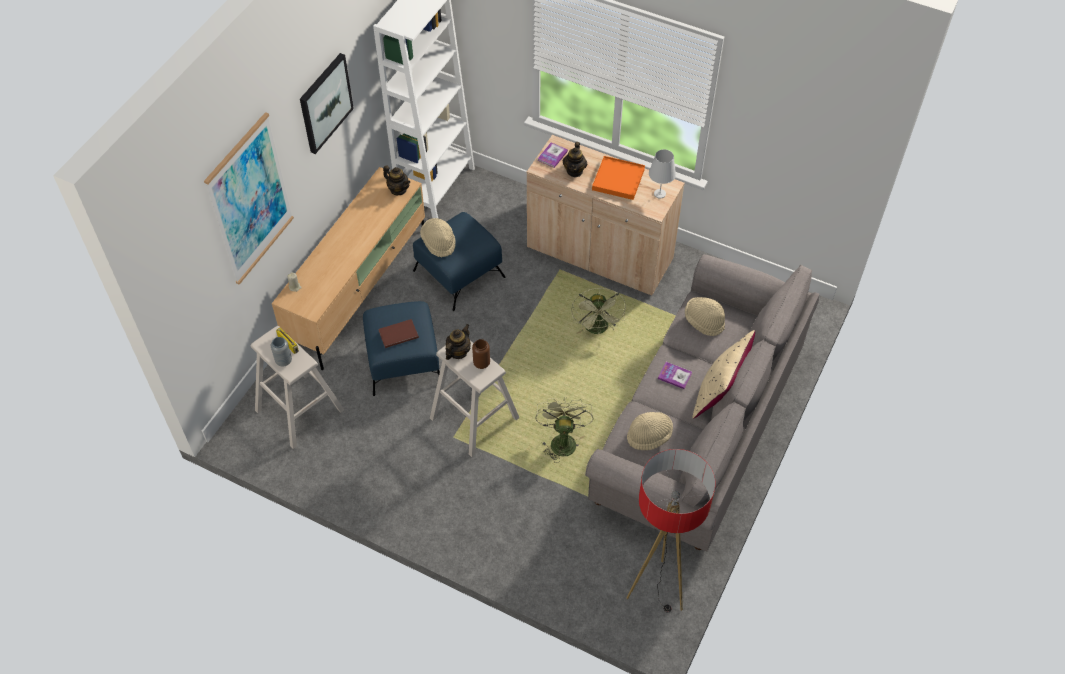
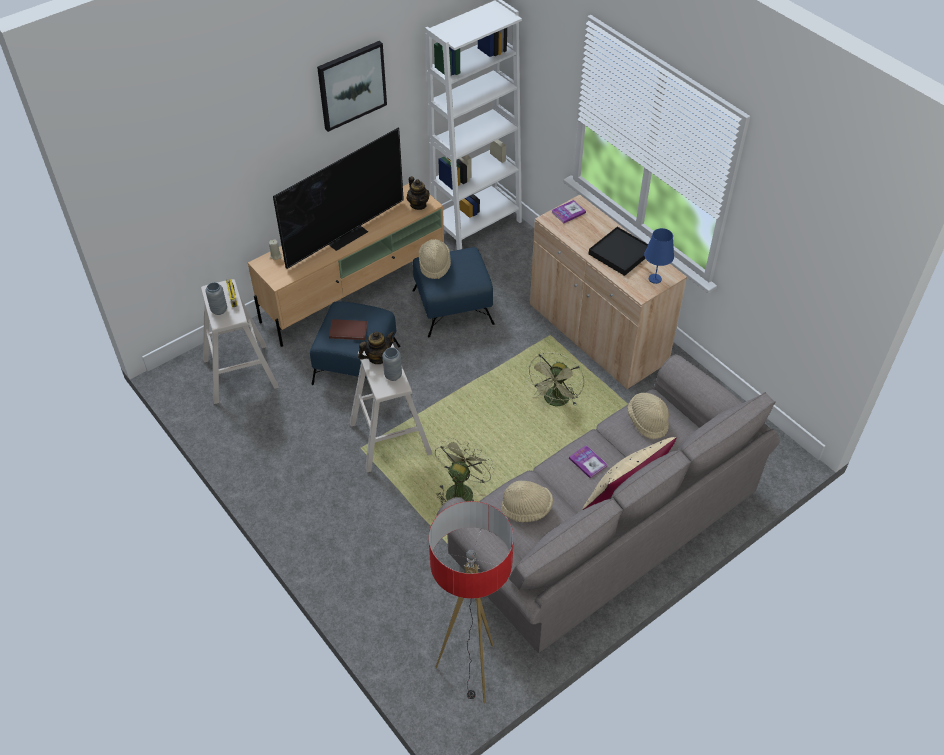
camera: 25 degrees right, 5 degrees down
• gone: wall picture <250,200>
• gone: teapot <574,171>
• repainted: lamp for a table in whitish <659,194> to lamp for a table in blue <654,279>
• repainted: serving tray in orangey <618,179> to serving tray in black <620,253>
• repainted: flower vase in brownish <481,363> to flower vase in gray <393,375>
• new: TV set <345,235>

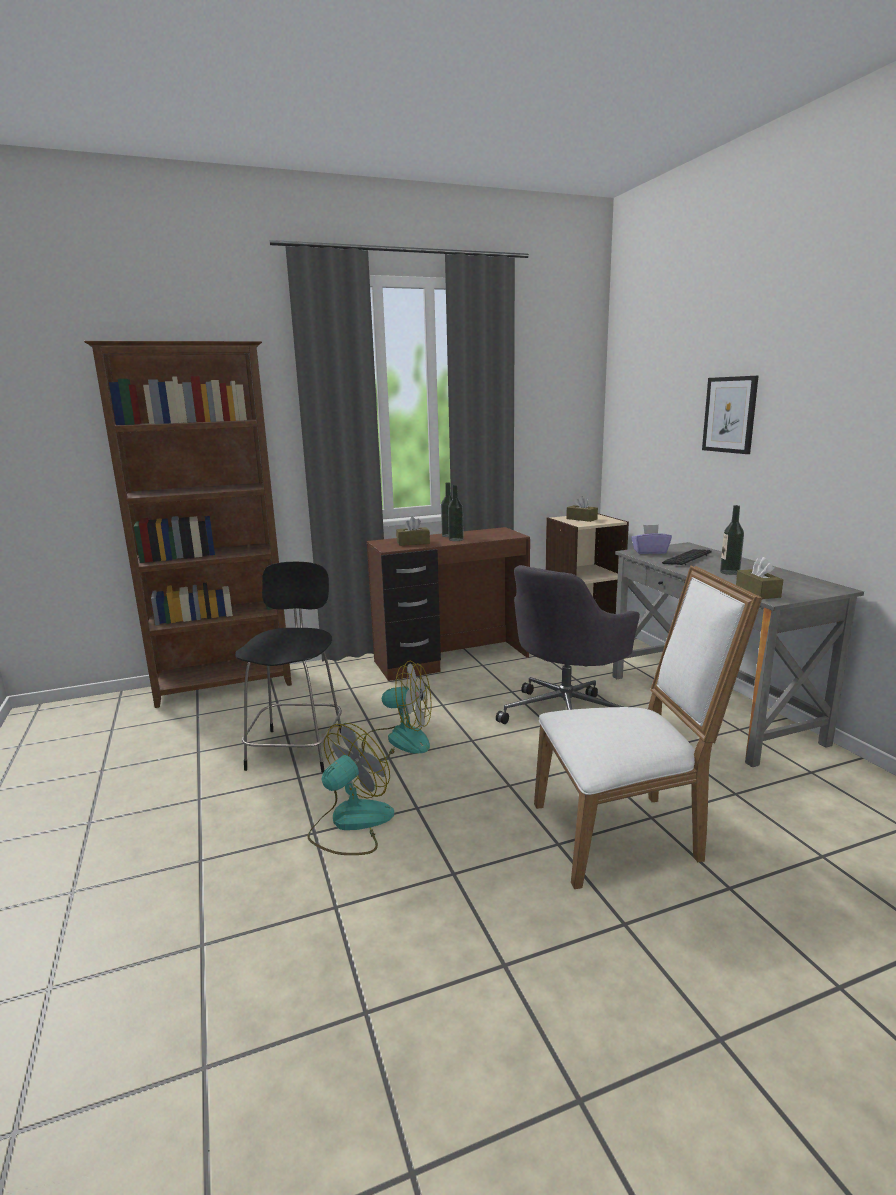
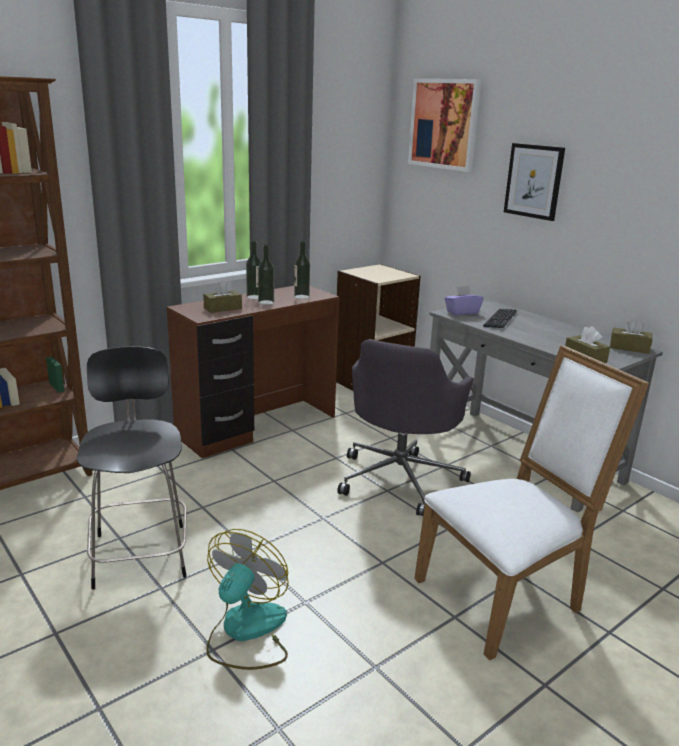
camera: 20 degrees left, 5 degrees up
• shifted: tissue holder in brownish <581,519> to <629,348>
• shifted: drink bottle <729,572> to <301,297>
• gone: cooling fan <398,740>
• new: wall picture <444,124>

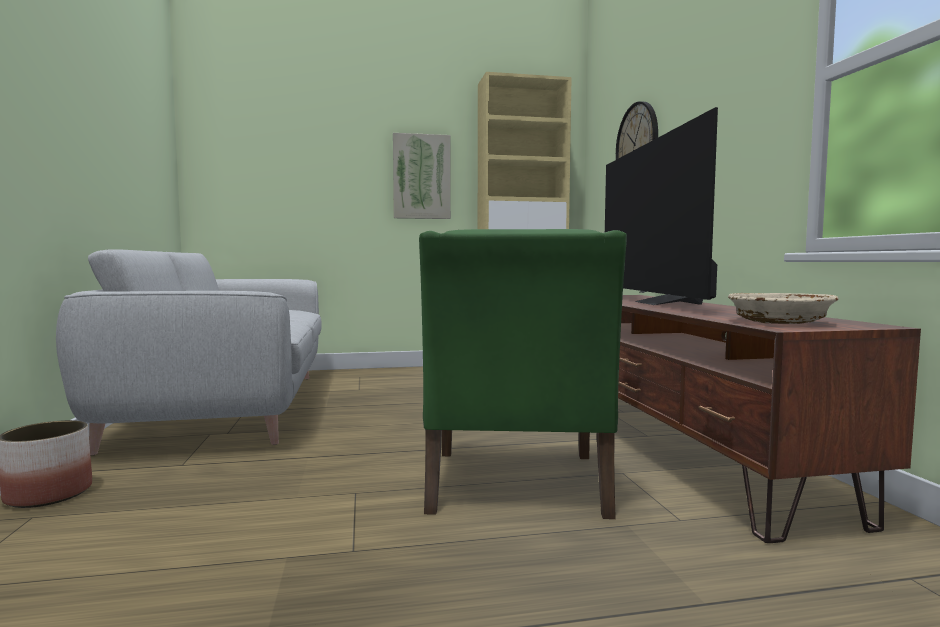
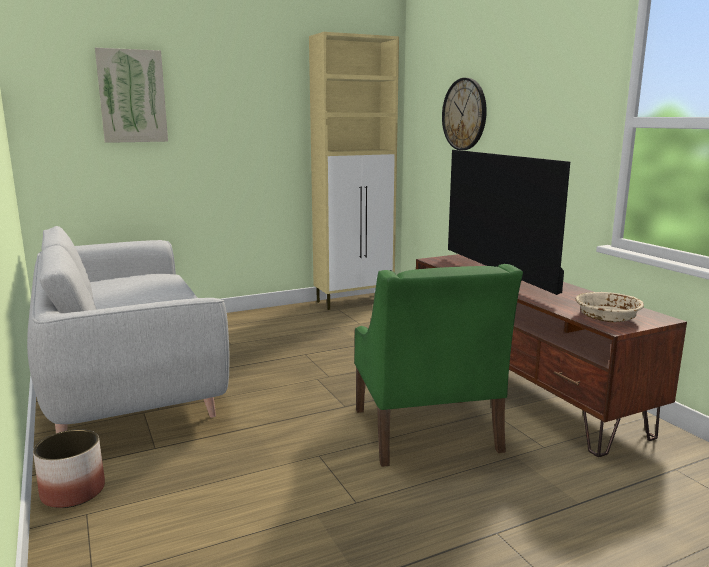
camera: 15 degrees left, 10 degrees up
• shifted: wall picture <421,177> to <132,96>

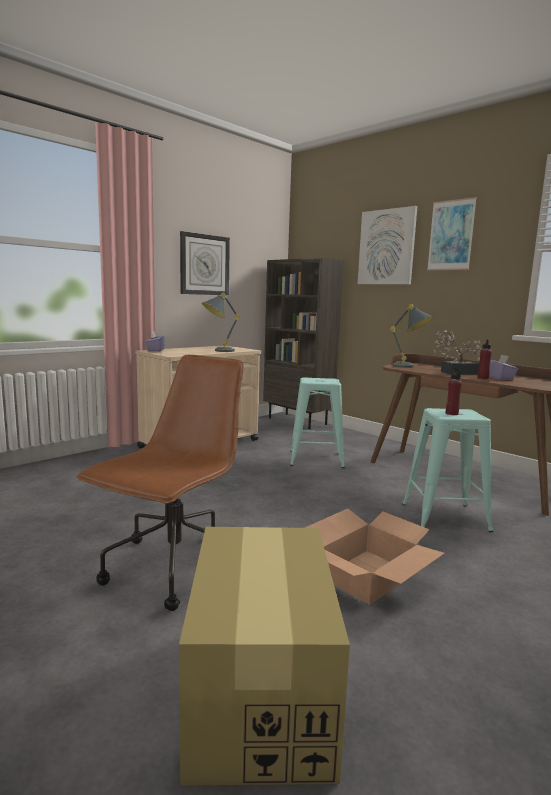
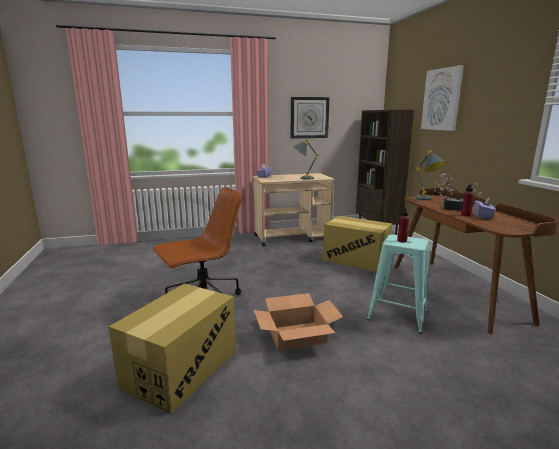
camera: 30 degrees right, 5 degrees up
• gone: wall picture <451,235>
• swapped: sitting stool in blue-green <316,459> to carton <355,259>

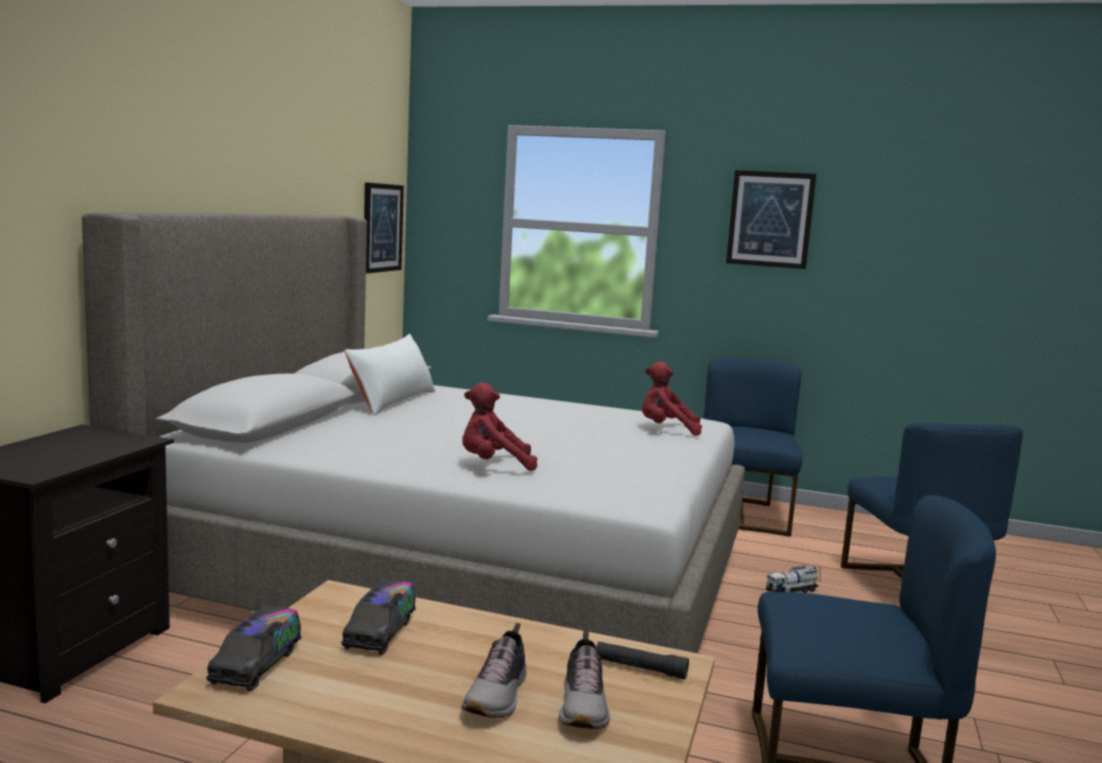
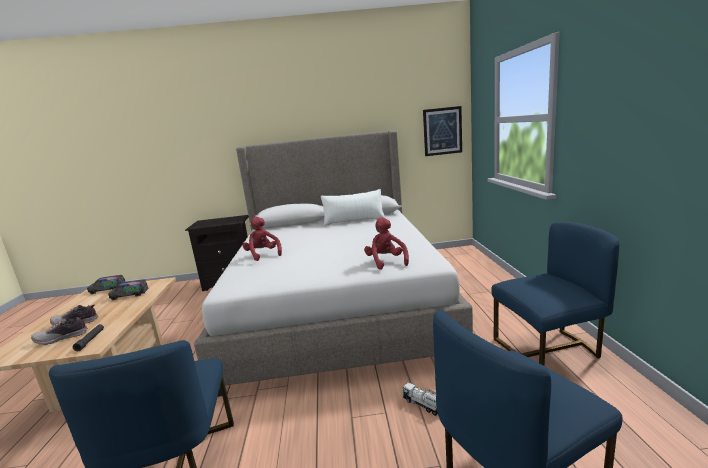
camera: 70 degrees right, 5 degrees up
• gone: wall picture <770,219>

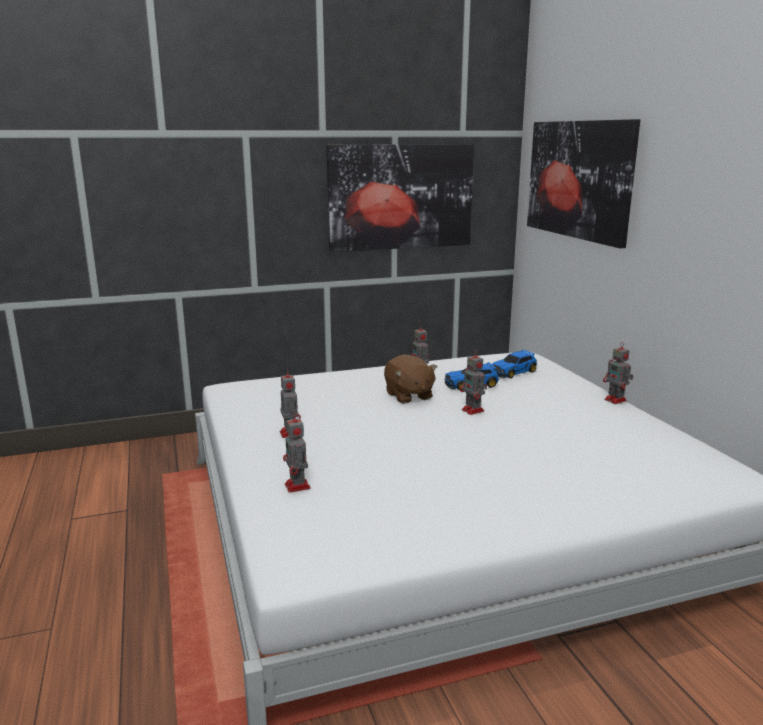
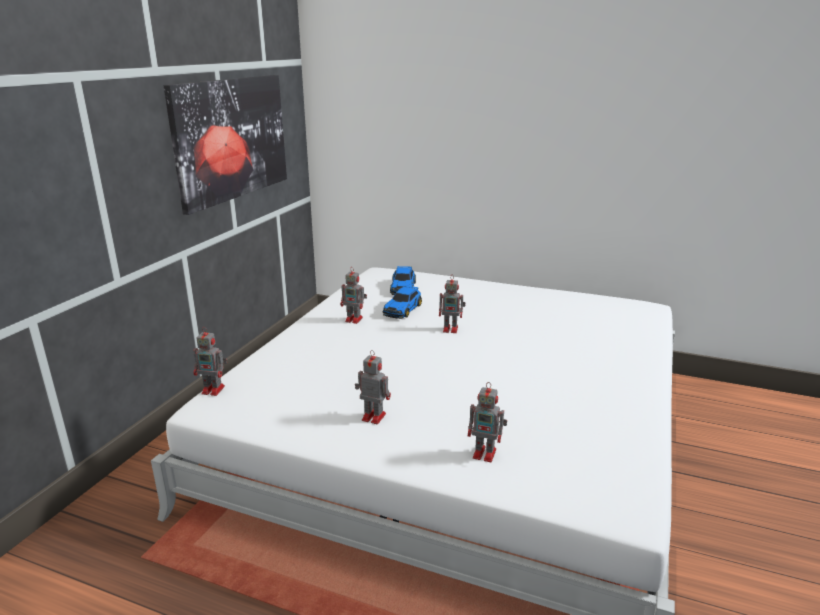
camera: 50 degrees left, 5 degrees up
• gone: wall picture <579,179>
• shifted: model robot <616,400> to <214,390>
• gone: plush toy in brownish <408,396>

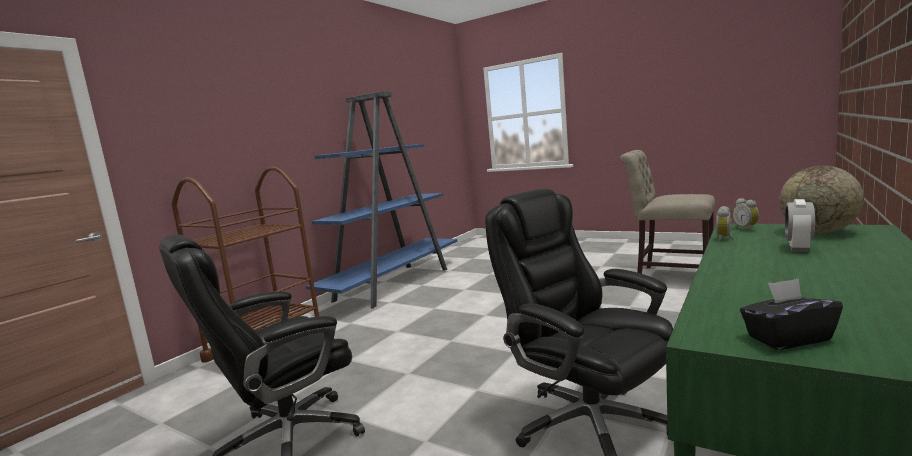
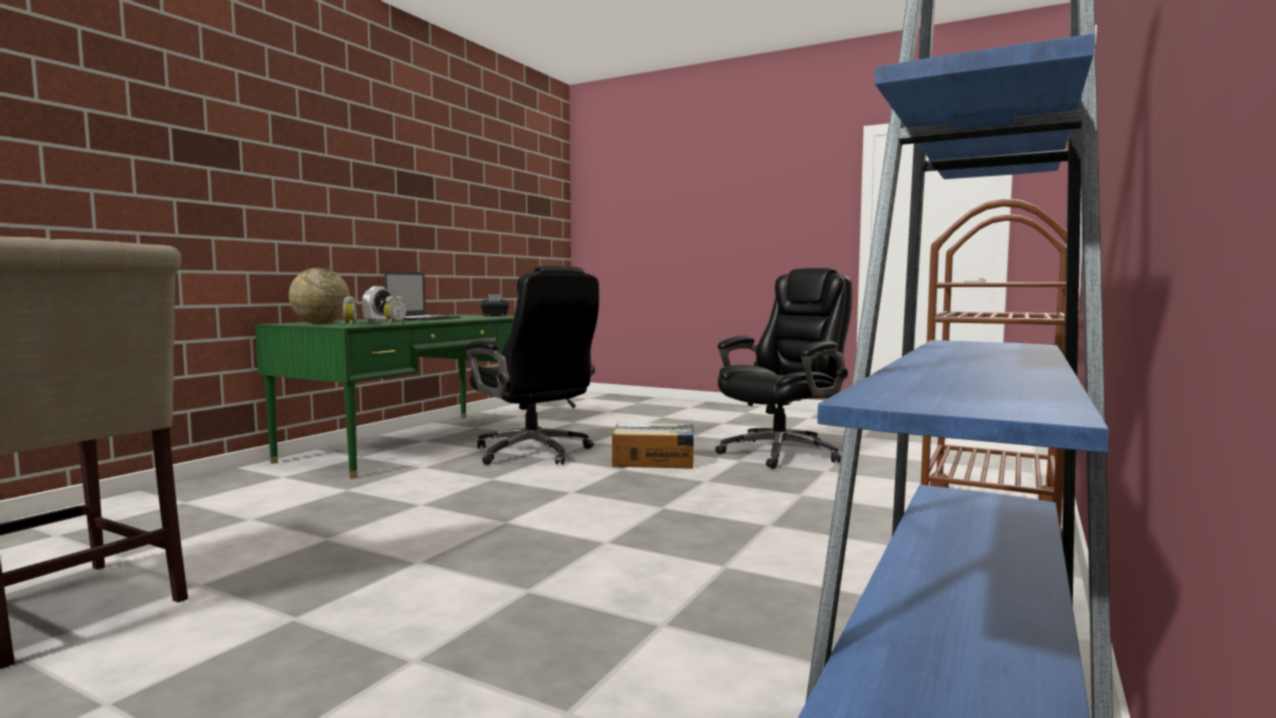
camera: 175 degrees right, 5 degrees down
• new: notebook computer <424,318>
• new: carton <654,461>

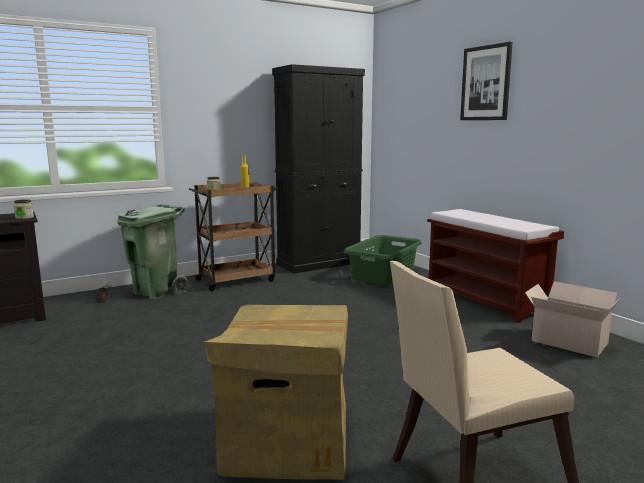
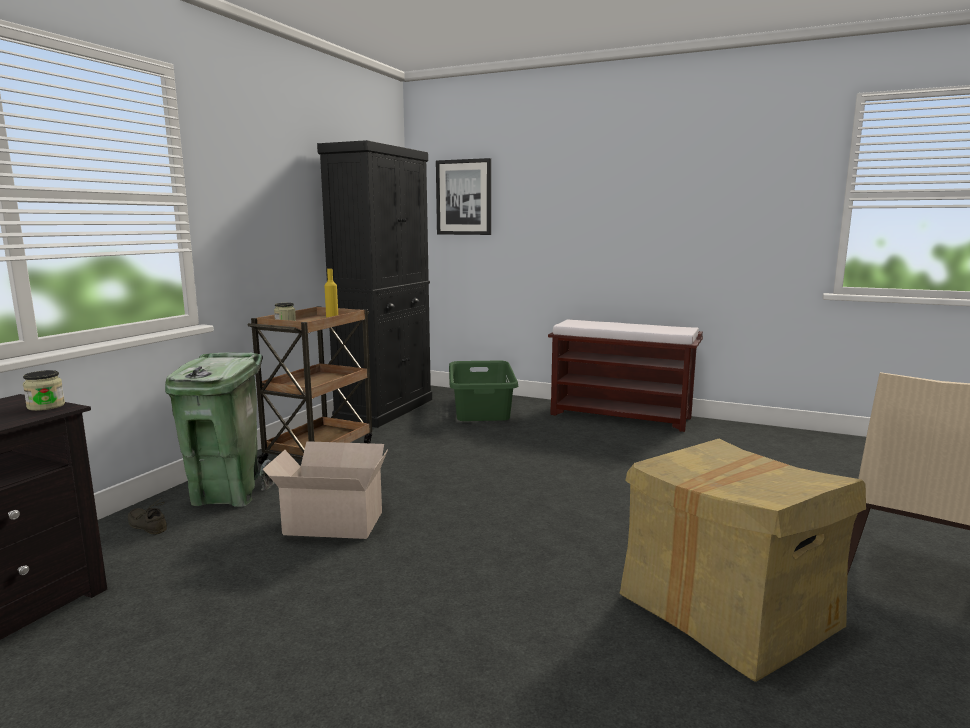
camera: 35 degrees left, 0 degrees up
• shifted: wall picture <486,83> to <464,197>
• shifted: carton <567,341> to <331,523>

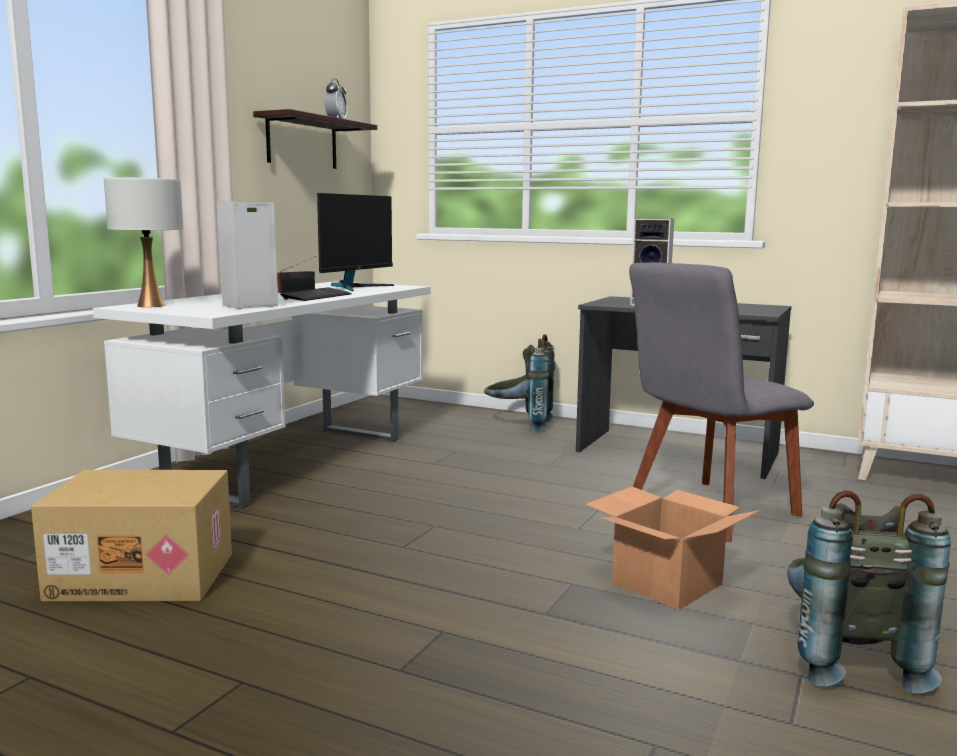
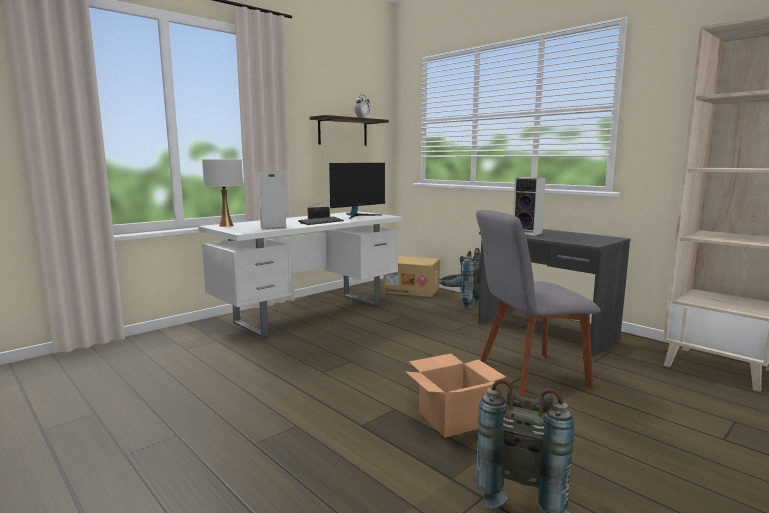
camera: 20 degrees right, 0 degrees up
• shifted: carton <145,575> to <412,290>

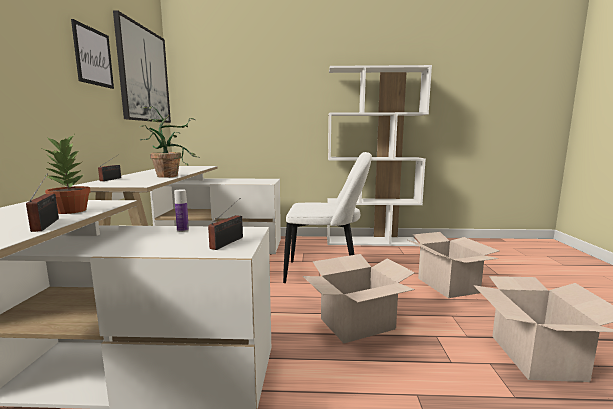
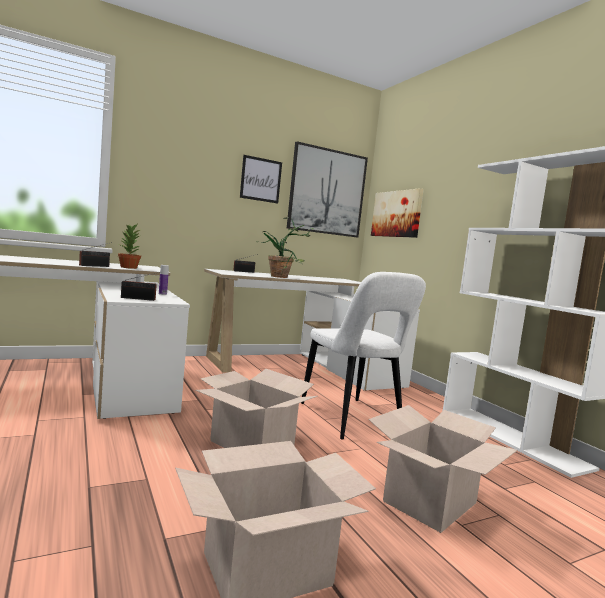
camera: 60 degrees right, 5 degrees down
• new: wall picture <397,214>

